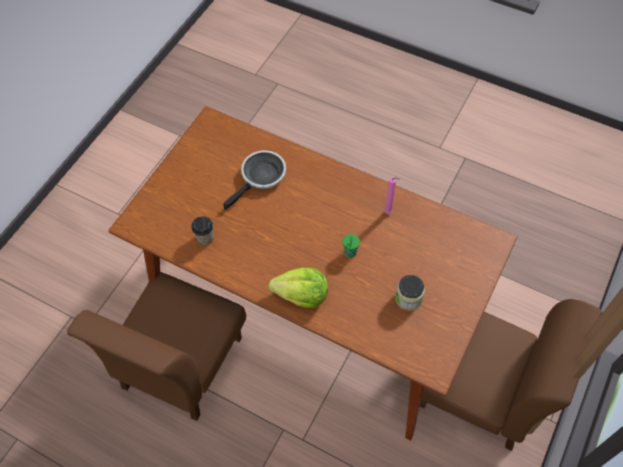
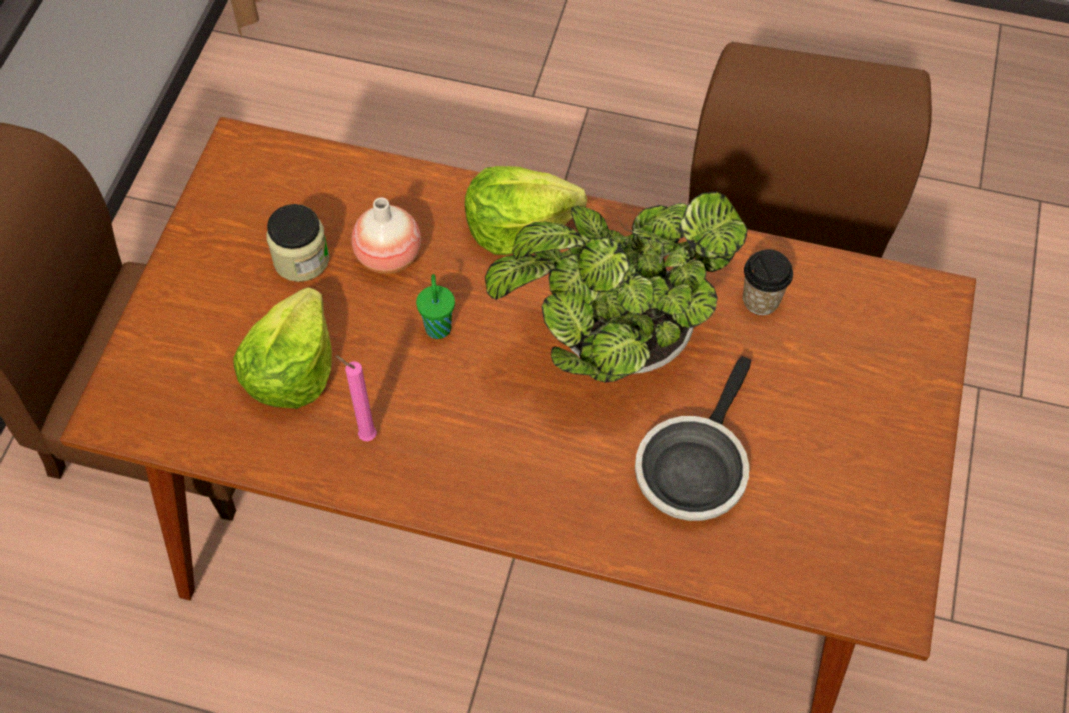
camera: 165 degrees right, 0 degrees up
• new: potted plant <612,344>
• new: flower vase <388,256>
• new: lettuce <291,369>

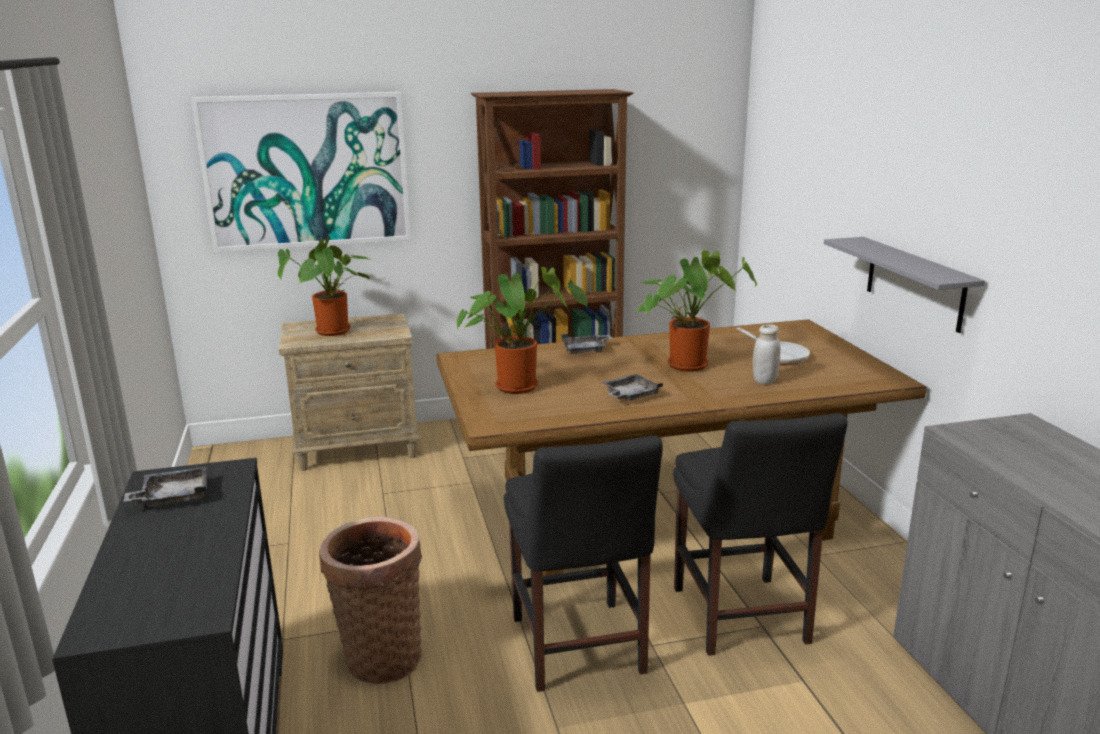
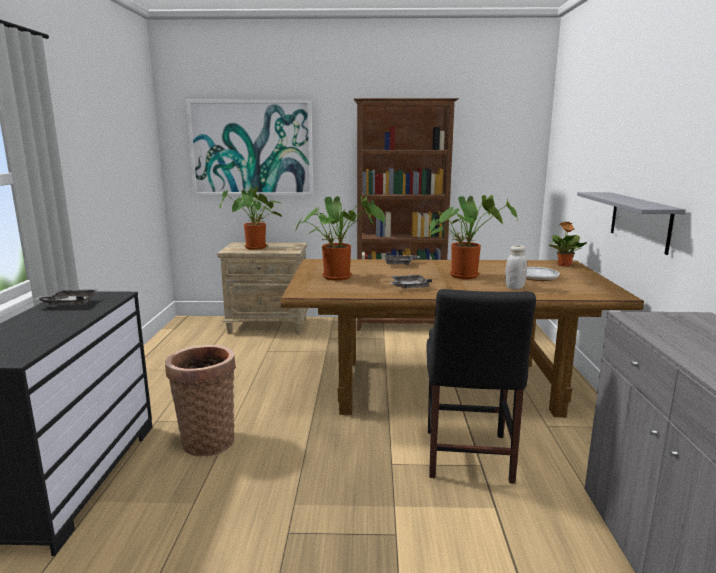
camera: 15 degrees right, 5 degrees down
• gone: chair in black <578,649>
• new: potted plant <564,265>

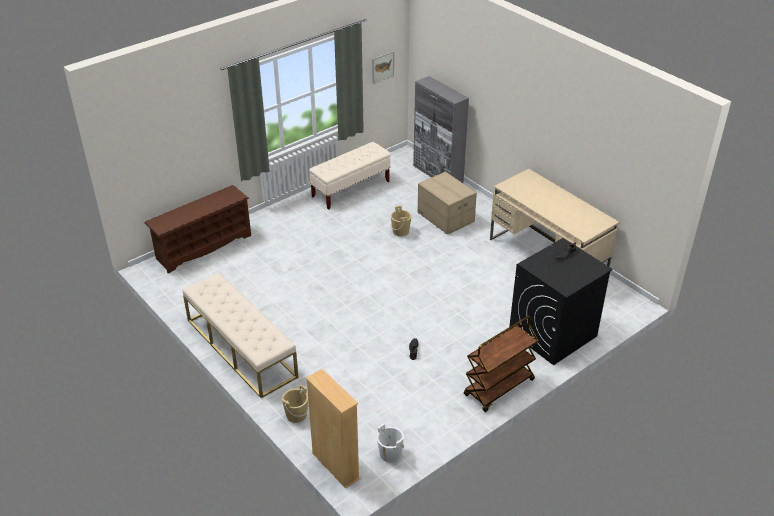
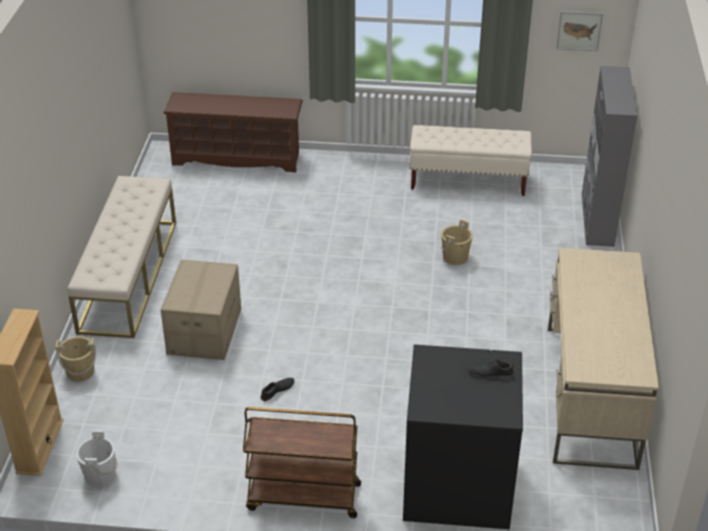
camera: 45 degrees right, 0 degrees up
• shifted: carton <445,217> to <204,331>

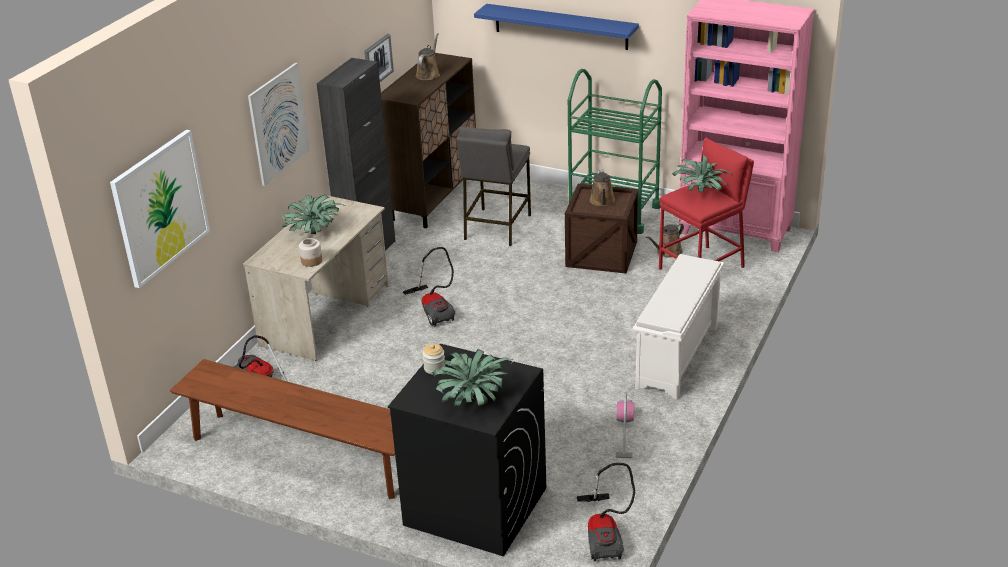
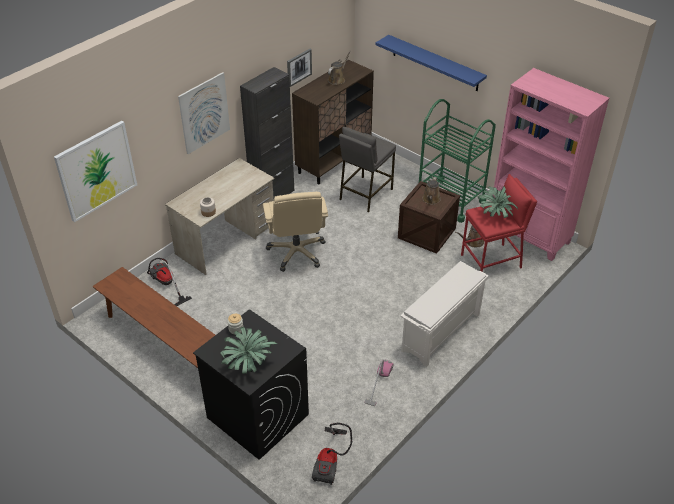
camera: 15 degrees right, 10 degrees up
• gone: potted plant <314,233>
• swapped: vacuum cleaner <435,309> to office chair in beige <297,252>

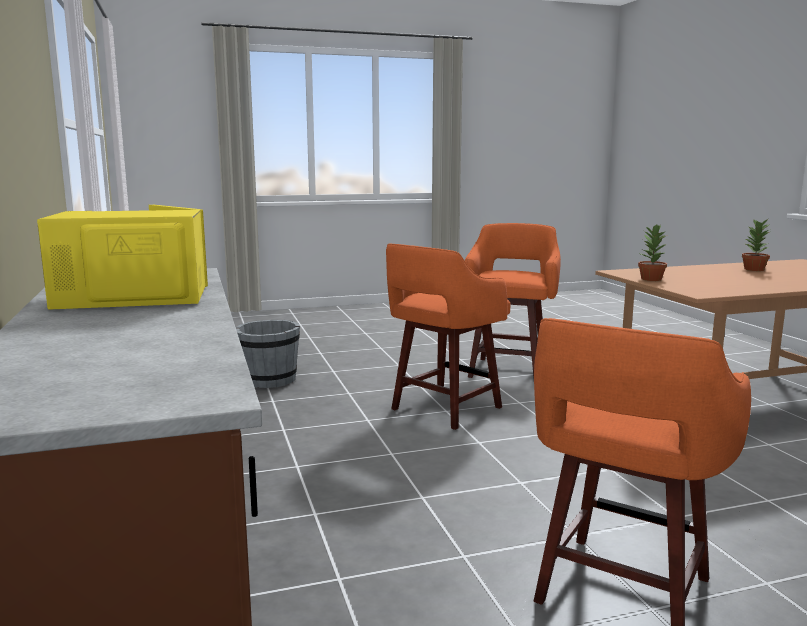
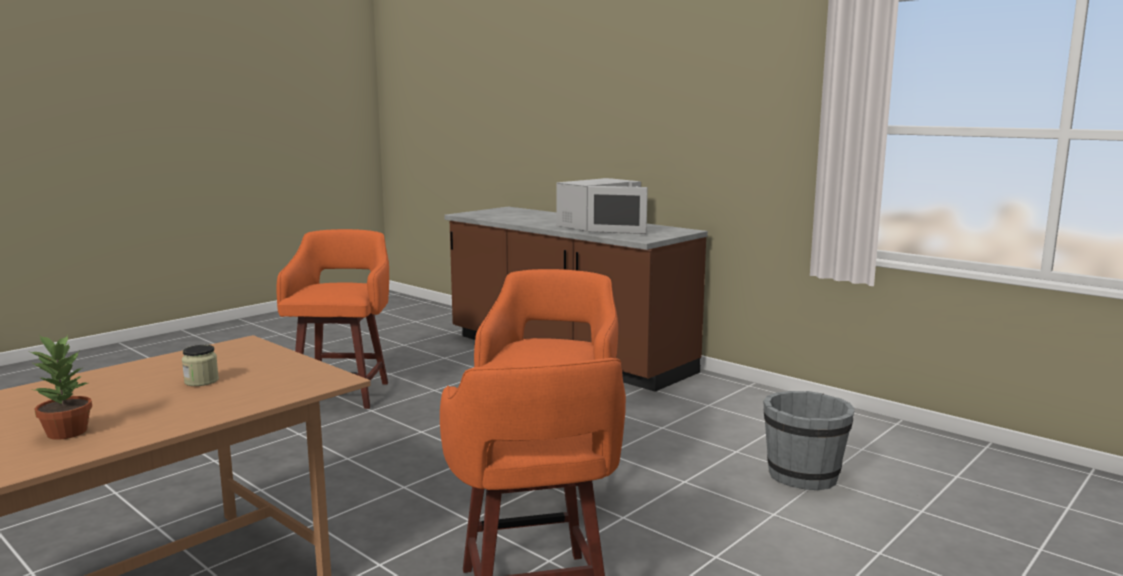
camera: 150 degrees right, 0 degrees up
• repainted: microwave in yellowish <138,297> to microwave in whitish <599,227>
• gone: potted plant <650,279>
• new: jar <201,381>

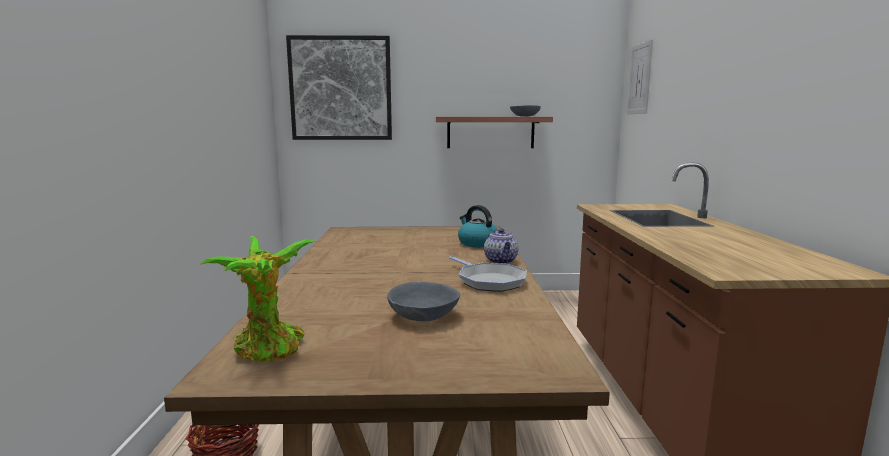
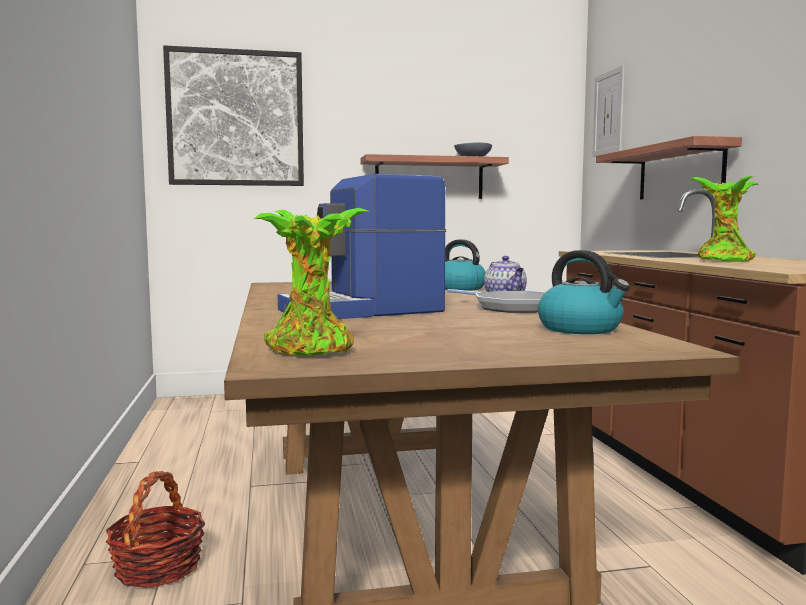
camera: 10 degrees left, 5 degrees down
• gone: bowl in gray <424,315>
• new: wall shelf <680,172>
• new: coffee brewer <363,311>
• new: potted plant <723,260>
• new: water kettle <581,329>

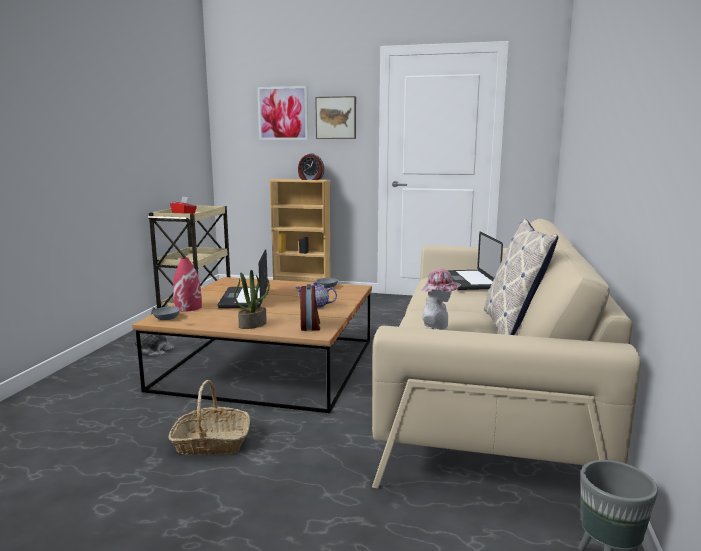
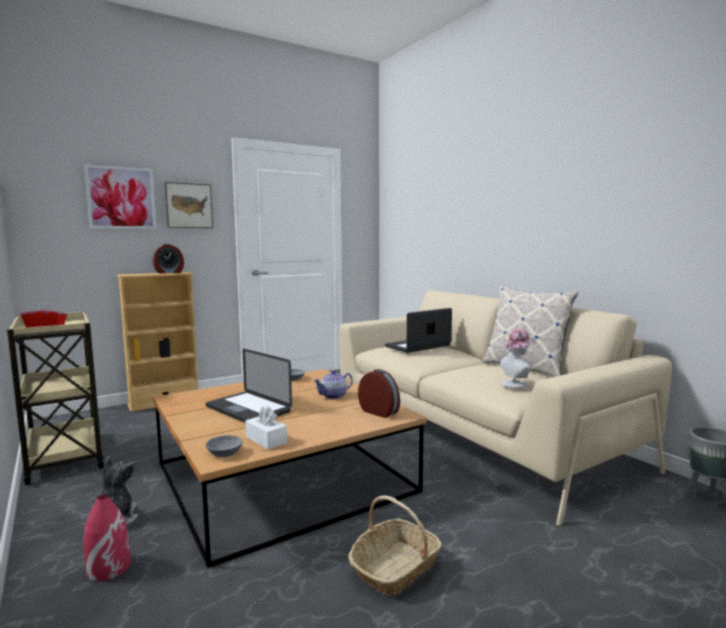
camera: 45 degrees left, 5 degrees down
• rotated: notebook computer <468,281> = <418,346> 105 degrees clockwise
• shifted: flower vase in reddish <188,307> to <108,567>
• gone: potted plant <252,324>
• new: tissue holder in whitish <266,440>

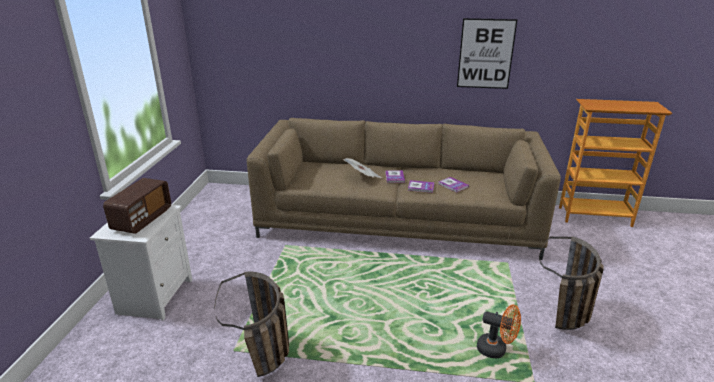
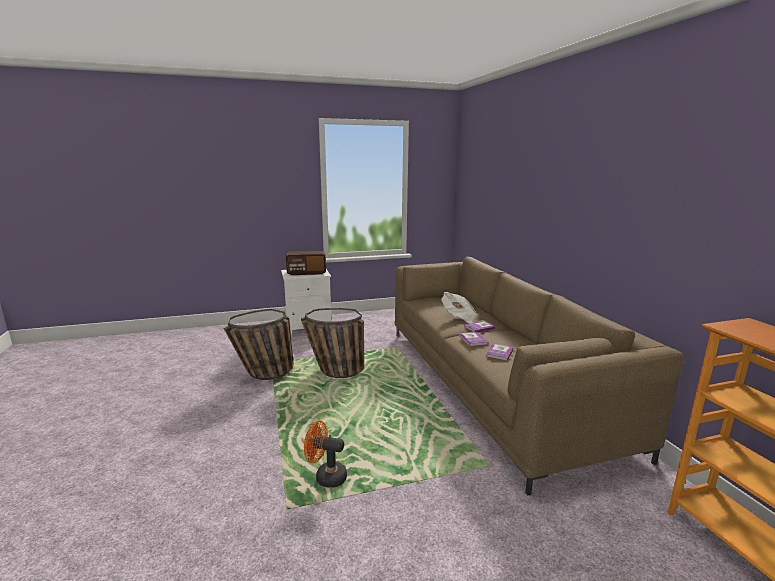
camera: 65 degrees right, 10 degrees down
• gone: wall picture <485,54>
• shifted: storage basket <566,322> to <332,372>
• rotated: cooling fan in orangey <496,349> = <326,476> 105 degrees clockwise

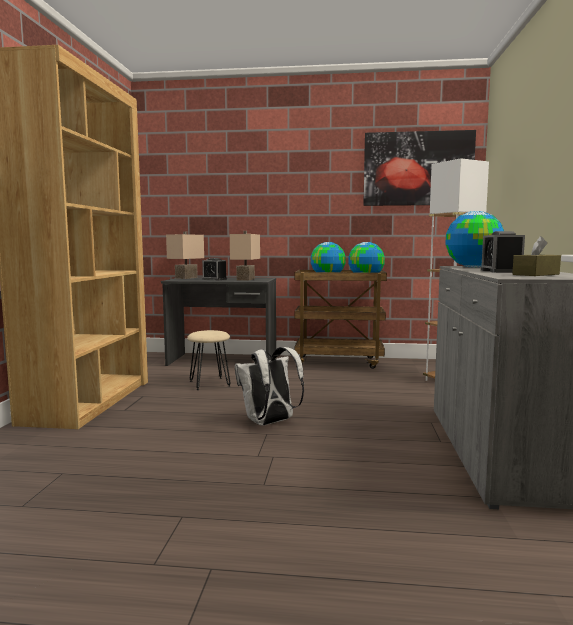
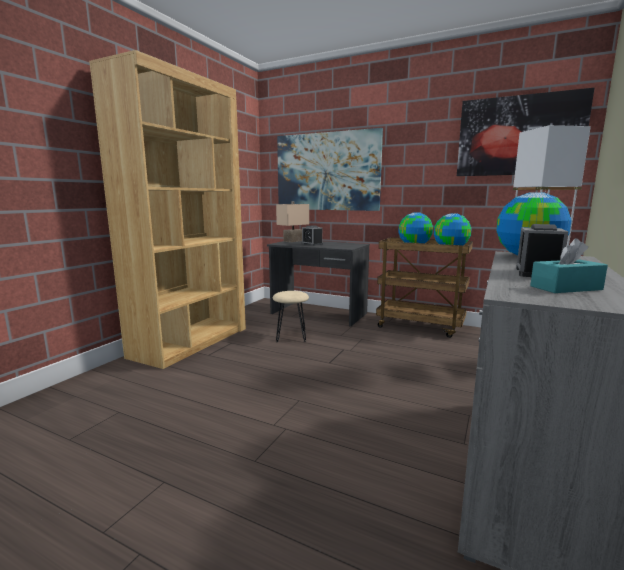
camera: 20 degrees right, 5 degrees up
• gone: lamp for a table in beige <246,279>
• repainted: tissue holder in brownish <536,274> to tissue holder in blue-green <566,288>
• gone: rucksack in whitish <269,423>
• new: wall picture <327,172>

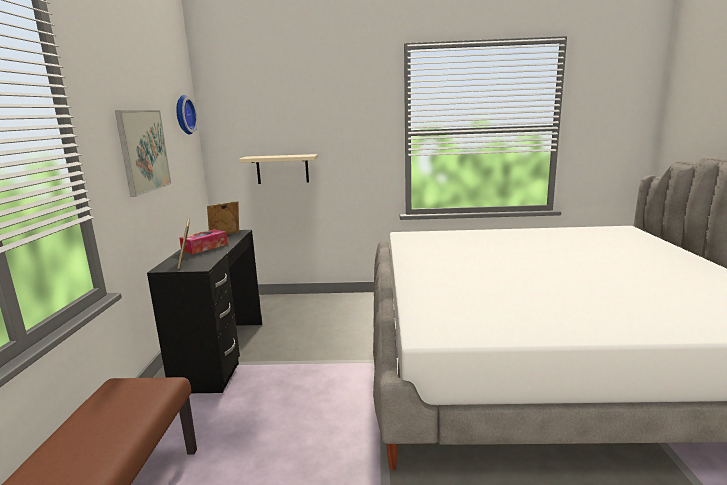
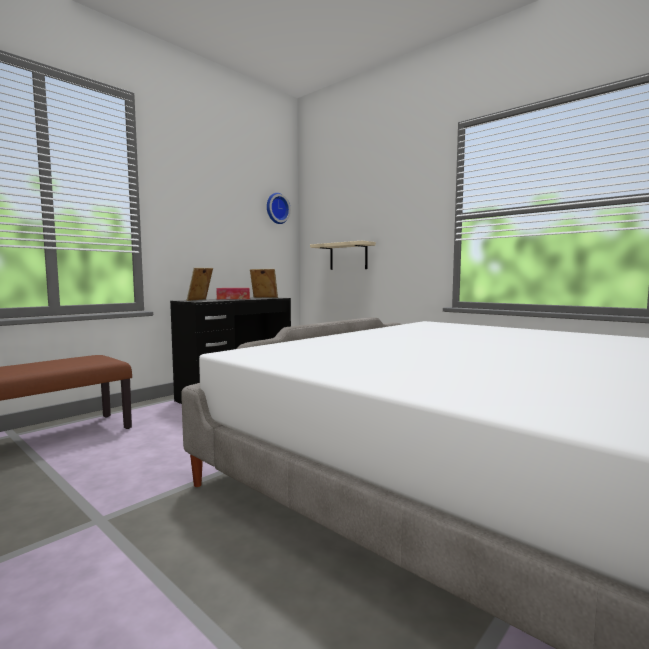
camera: 40 degrees right, 10 degrees down
• gone: wall picture <143,151>

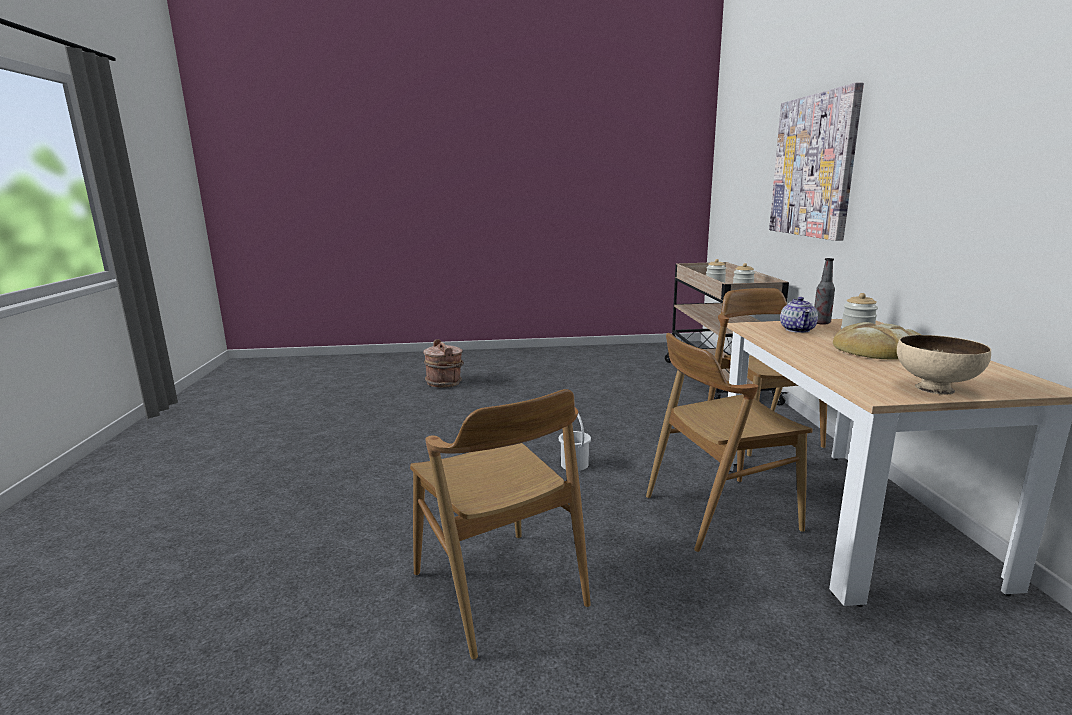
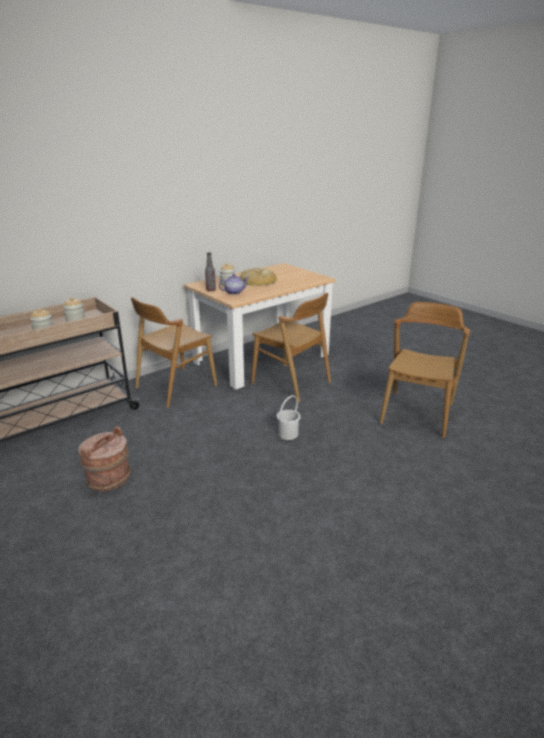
camera: 125 degrees left, 10 degrees up
• gone: wall picture <813,166>
• gone: bowl in beige <935,389>
• shifted: bucket in brownish <444,383> to <108,478>

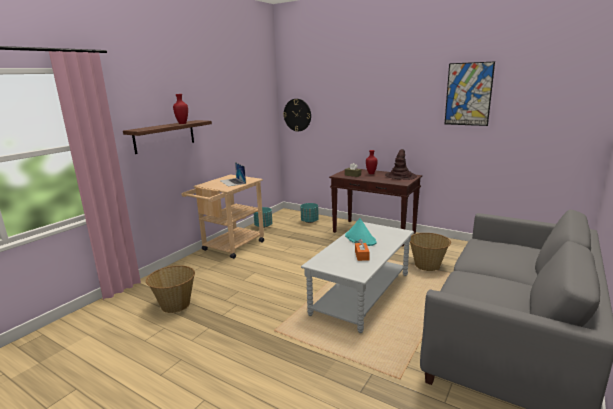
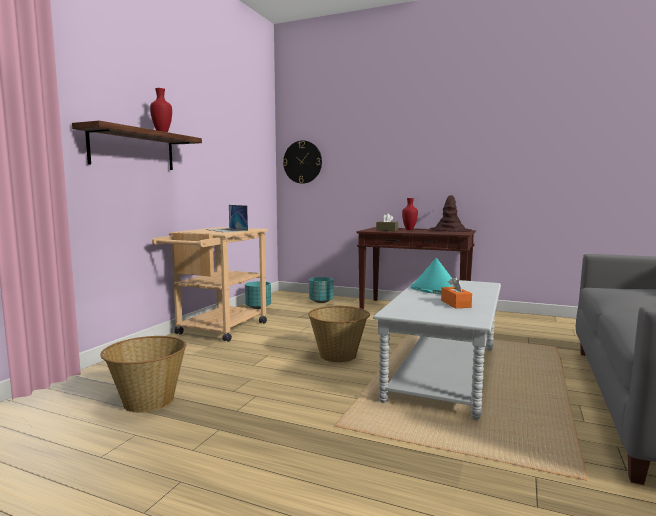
camera: 10 degrees left, 10 degrees down
• gone: wall picture <468,94>
• shifted: storage basket <427,266> to <338,355>

